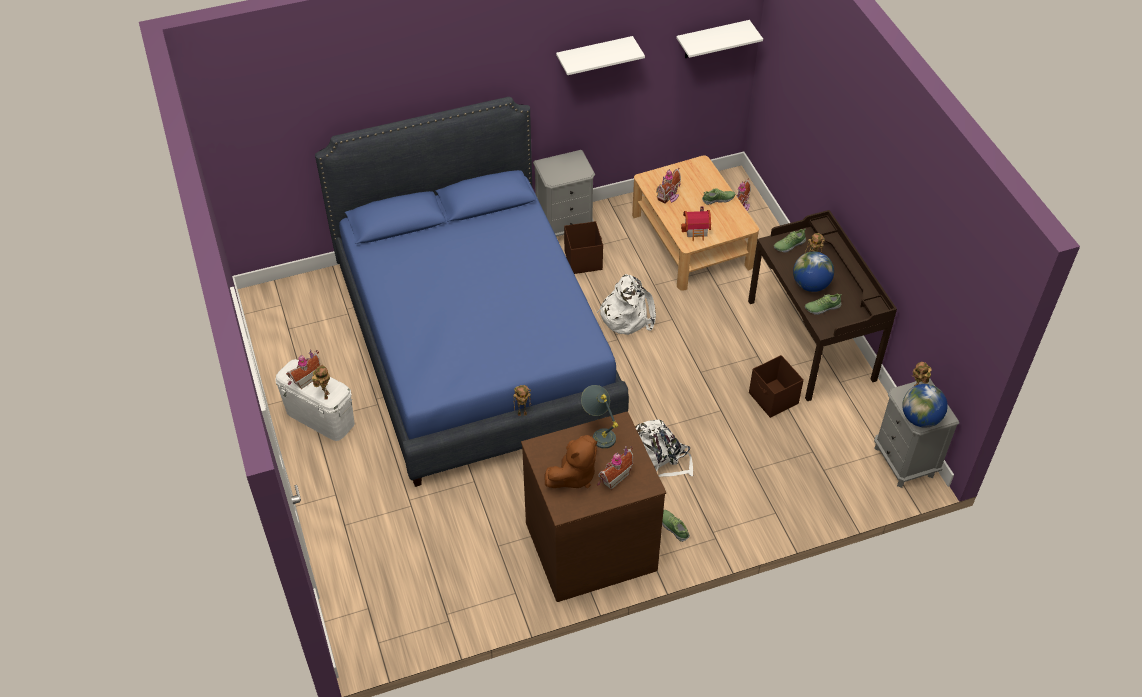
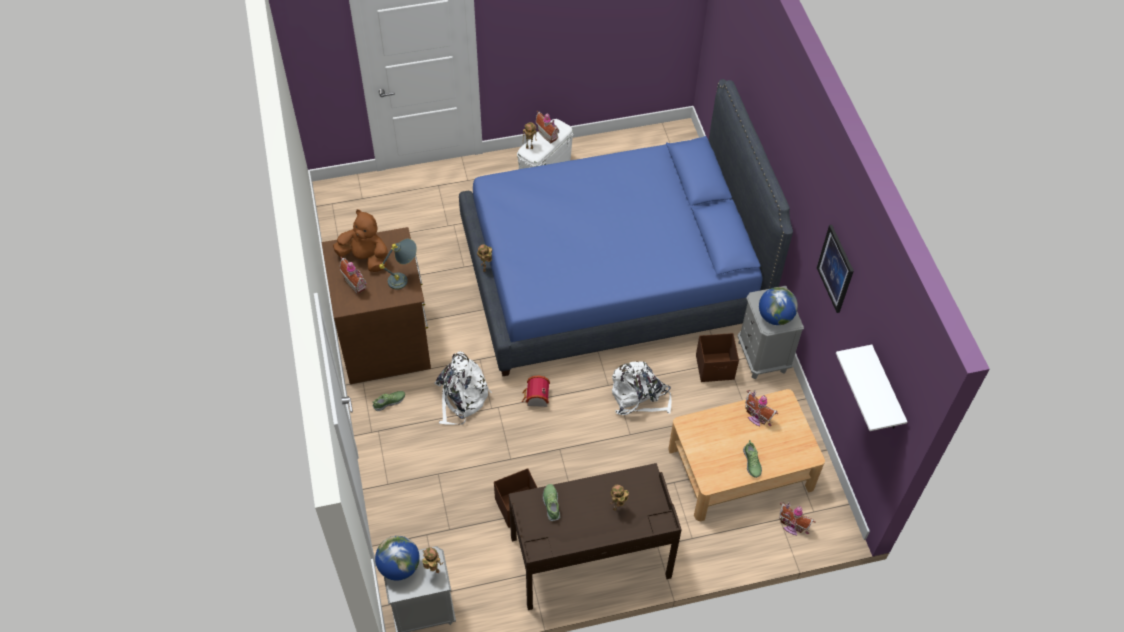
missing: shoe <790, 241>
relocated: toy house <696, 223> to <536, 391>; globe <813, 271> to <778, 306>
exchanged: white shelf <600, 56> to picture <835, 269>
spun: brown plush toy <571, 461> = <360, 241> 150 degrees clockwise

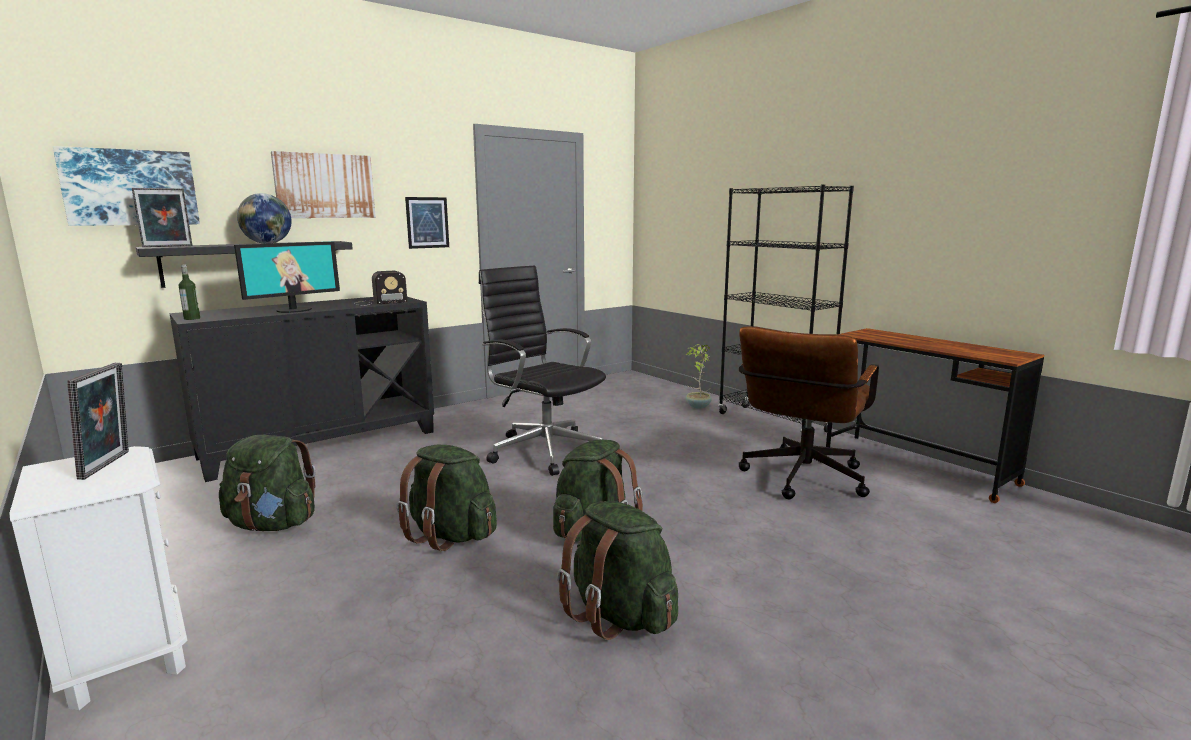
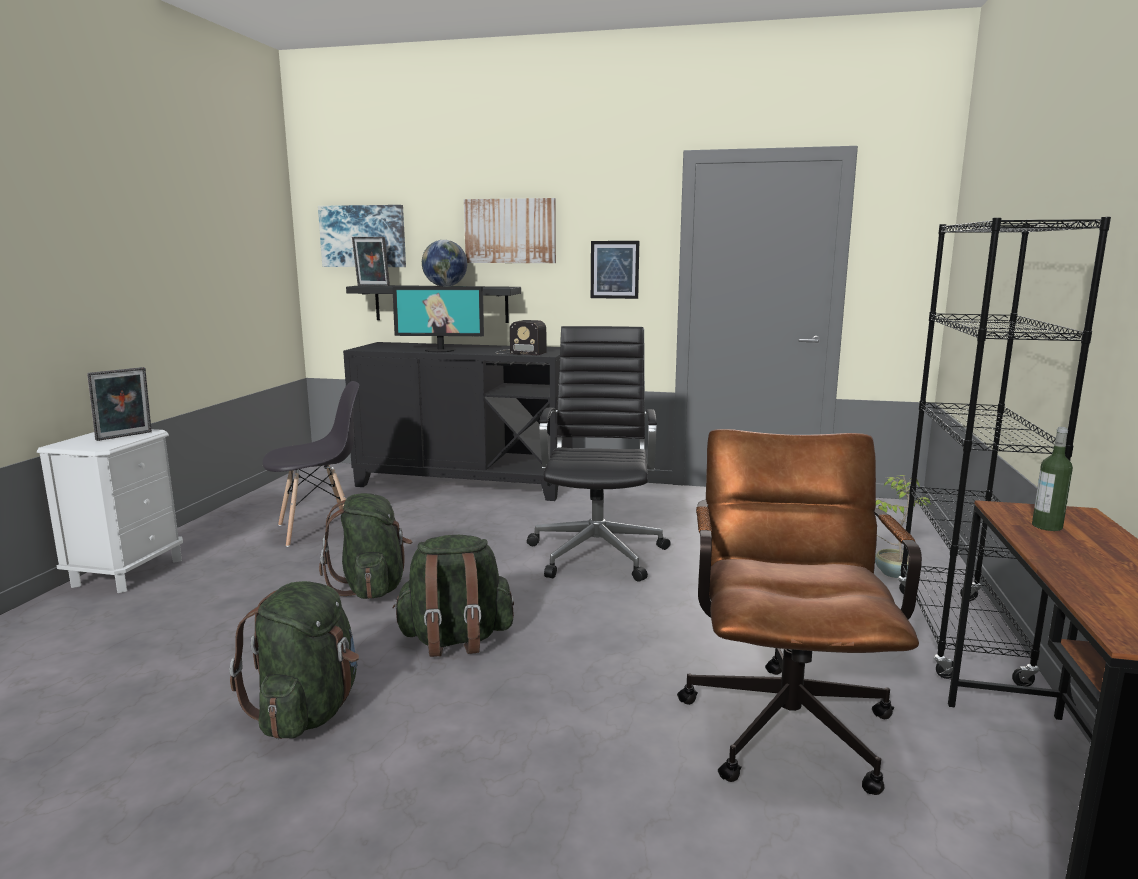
relocated: bottle <189, 292> to <1052, 479>
exchanged: green backpack <267, 483> to grey chair <310, 464>
spun: brown office chair <809, 412> = <799, 612> 105 degrees clockwise

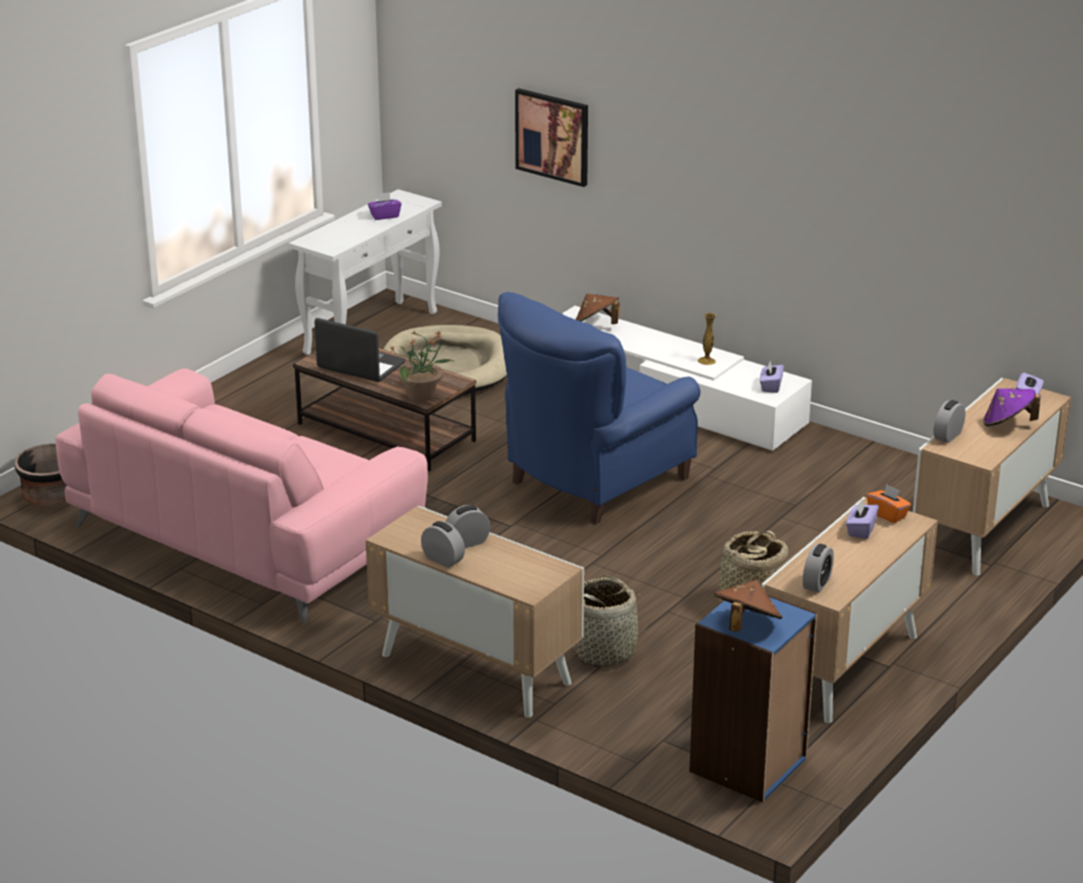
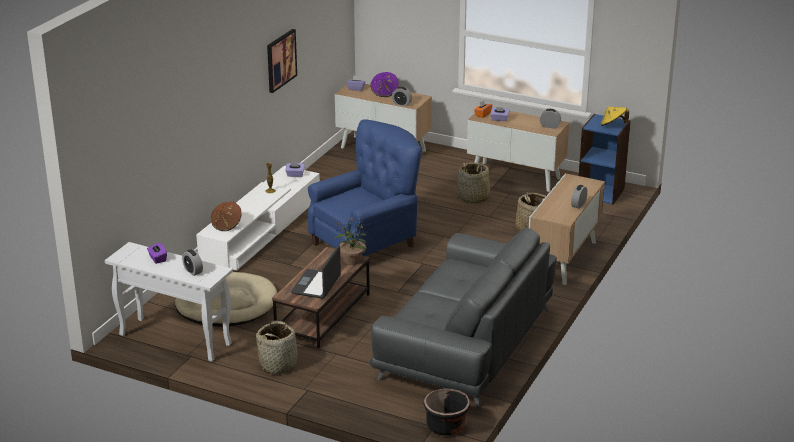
appeared: basket <279, 347>
relocated: alarm clock <467, 526> to <192, 262>; picture <551, 137> to <282, 61>
colour: pink sofa <241, 496> to grey sofa <463, 318>; brown hat <748, 606> to yellow hat <615, 116>
spun: blue armchair <599, 408> = <365, 187> 75 degrees counterclockwise

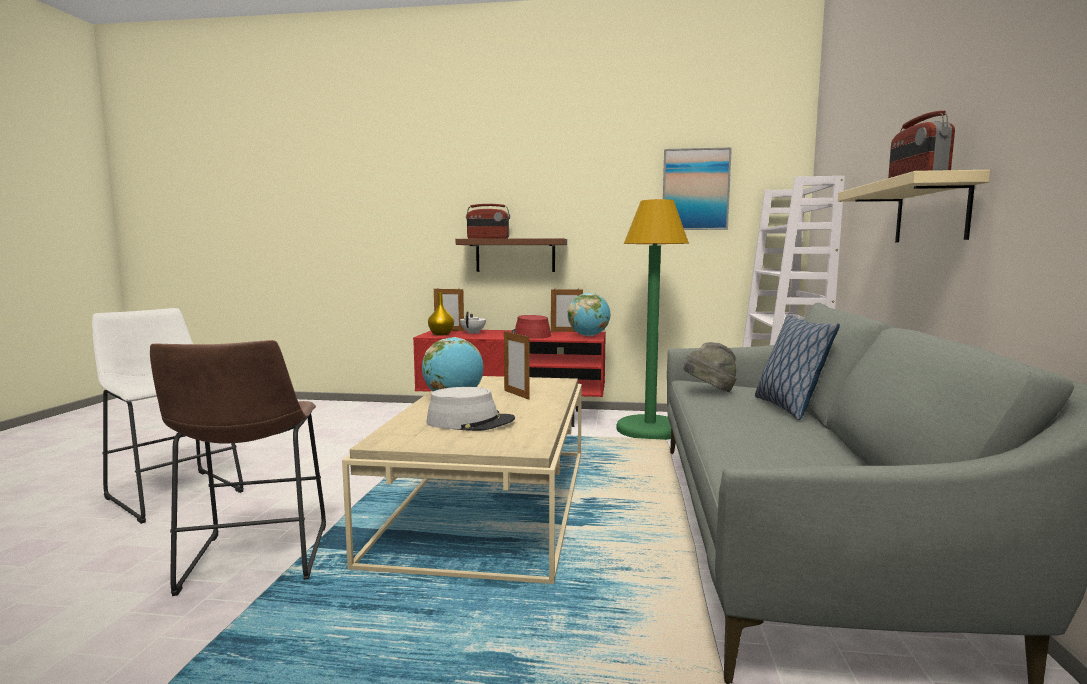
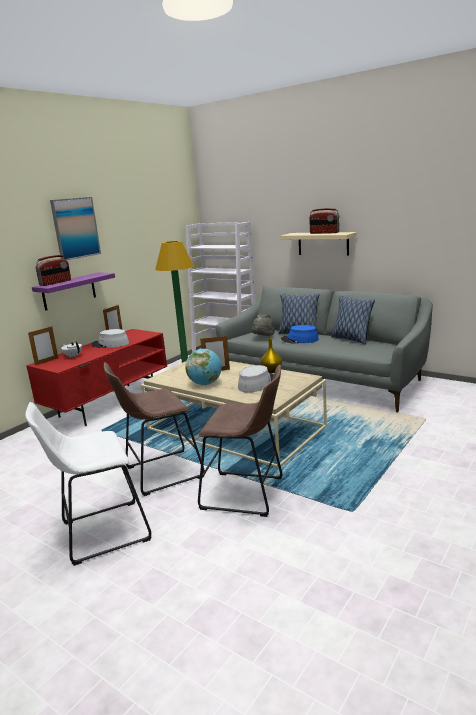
missing: globe <589, 314>
appeared: brown stool <154, 429>; blue hat <300, 334>; pillow <353, 320>
relocated: picture <697, 188> to <75, 228>; yellow vase <441, 314> to <271, 355>
colour: brown shelf <511, 255> to purple shelf <73, 291>; red hat <531, 327> to grey hat <110, 338>

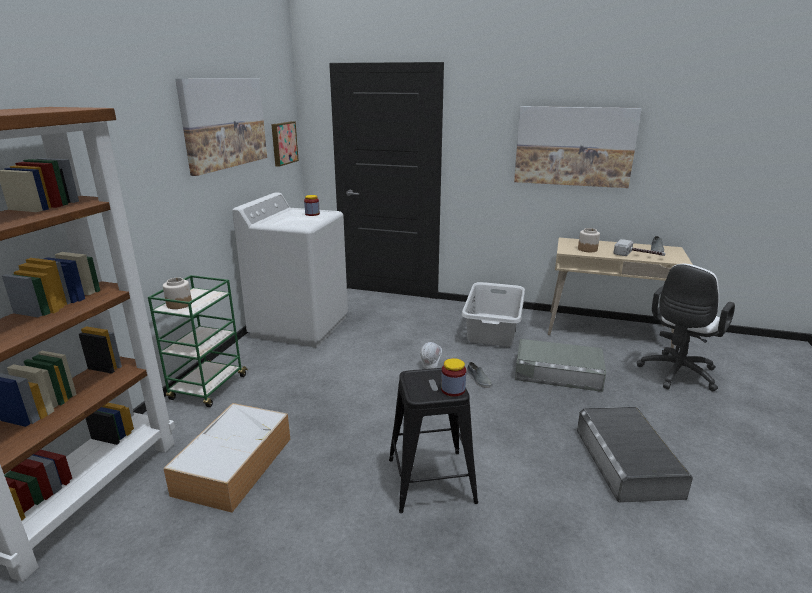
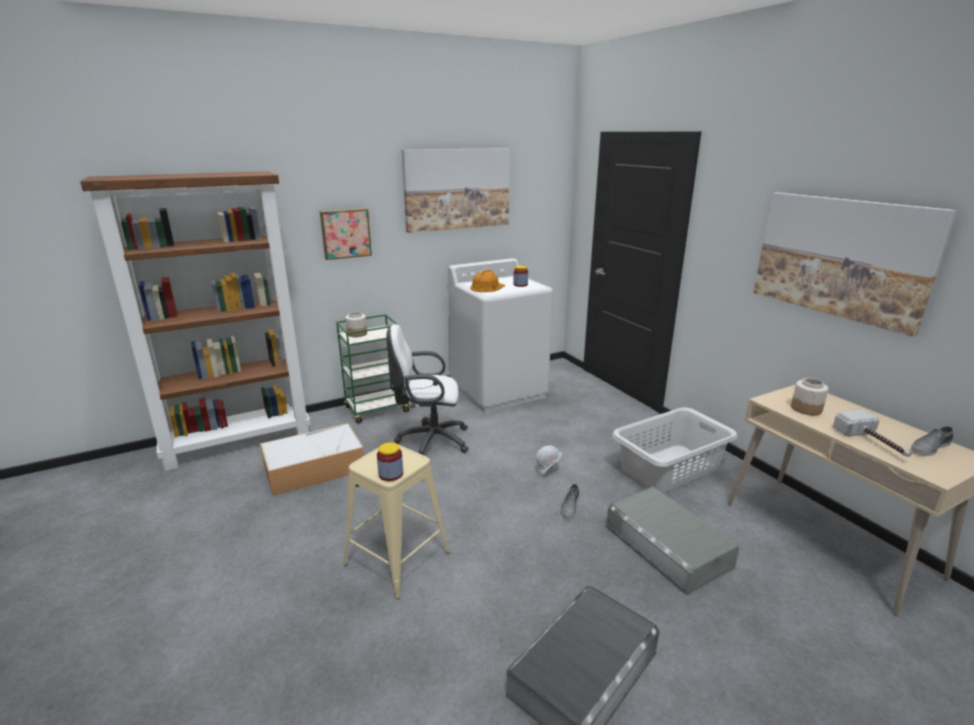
appeared: orange hard hat <488, 281>
relocated: picture <285, 144> to <346, 234>; white office chair <686, 327> to <427, 390>
colour: black stool <433, 440> to beige stool <396, 522>

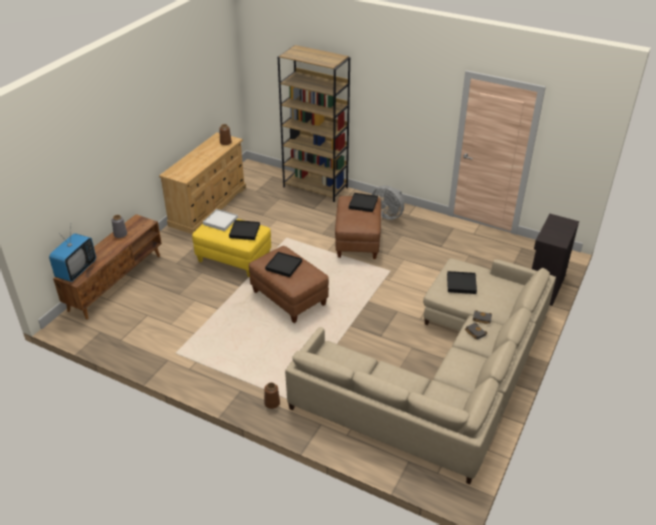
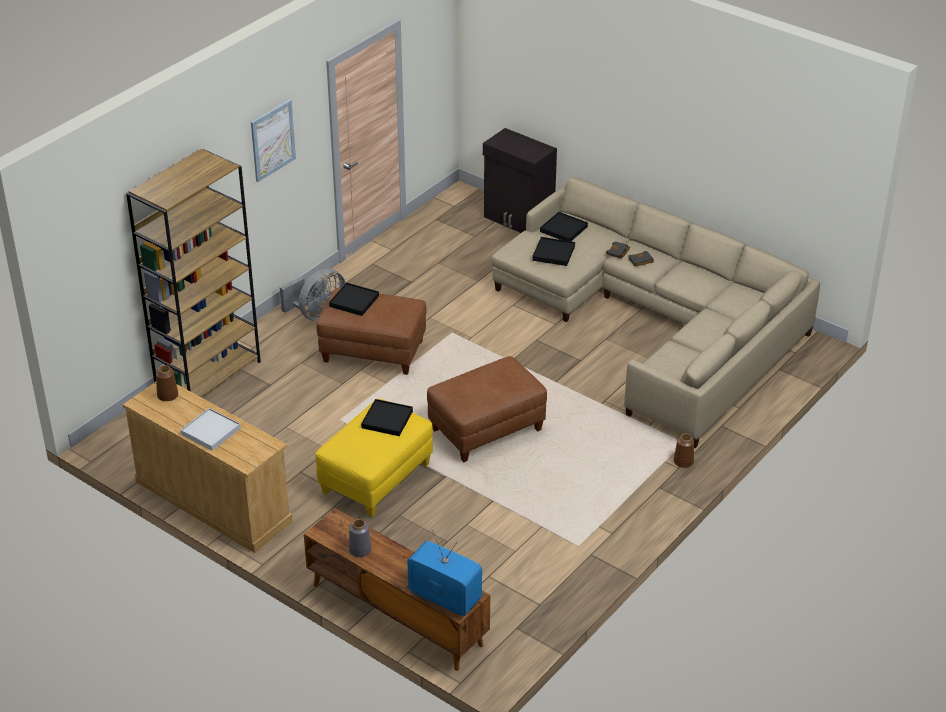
appeared: picture <273, 141>
relocated: white tray <220, 220> to <211, 429>; black tray <283, 264> to <564, 226>

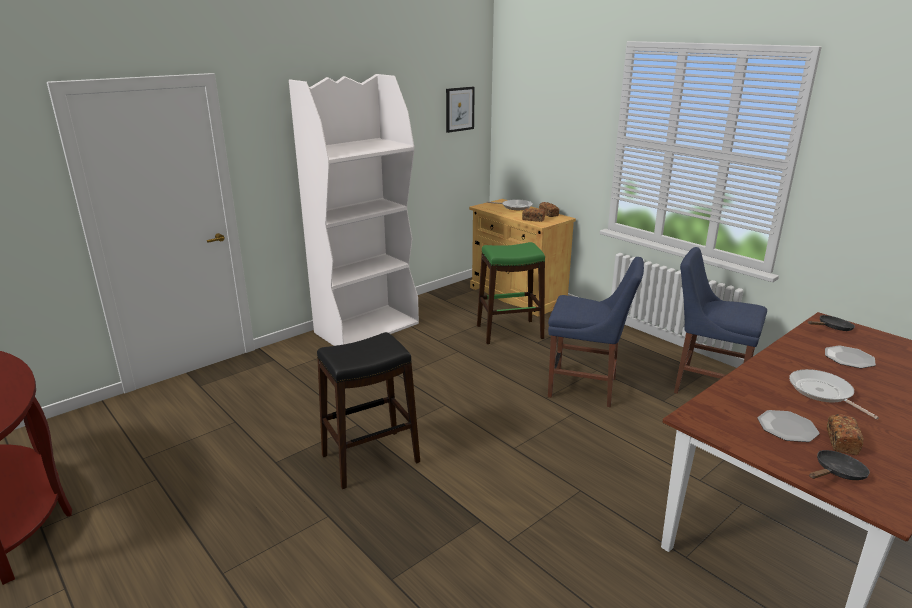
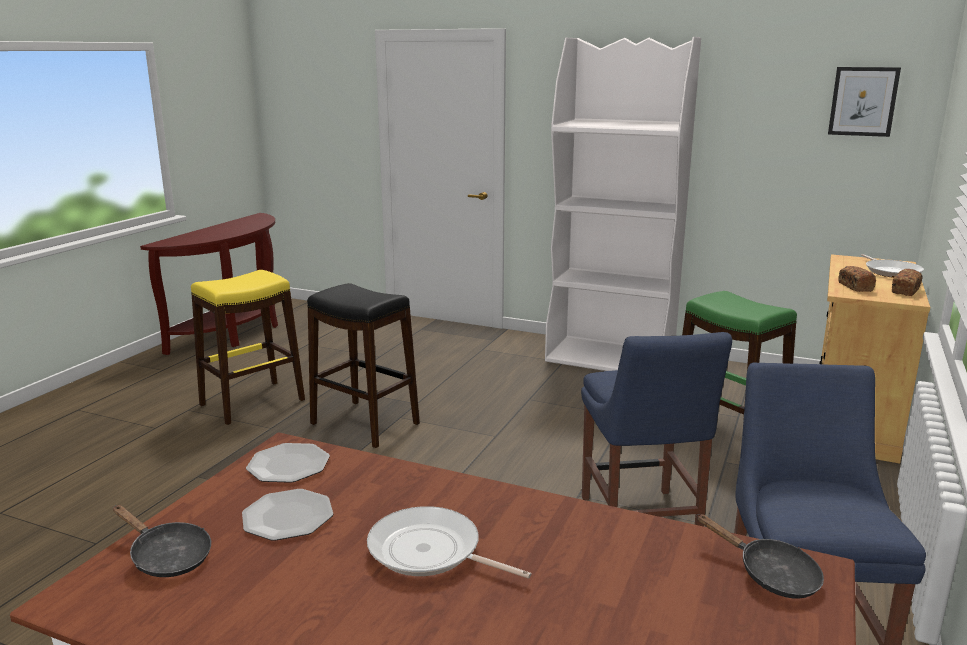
missing: bread <845, 434>
appeared: yellow stool <248, 347>
relocated: plate <850, 357> to <288, 463>
spun: frying pan <834, 394> = <449, 542> 105 degrees counterclockwise

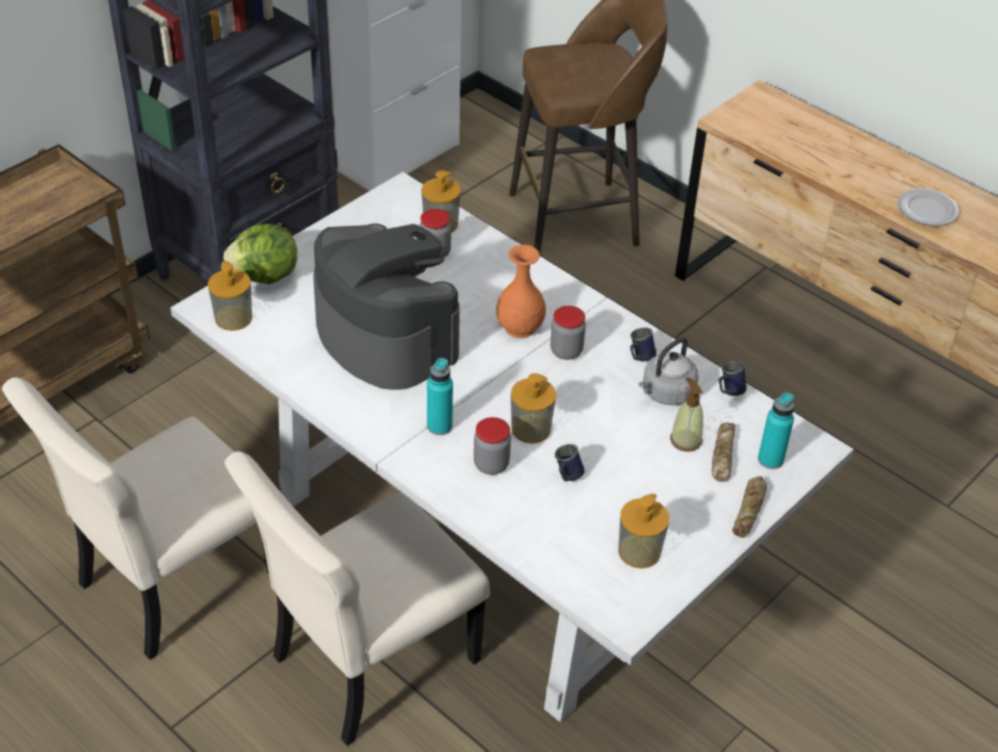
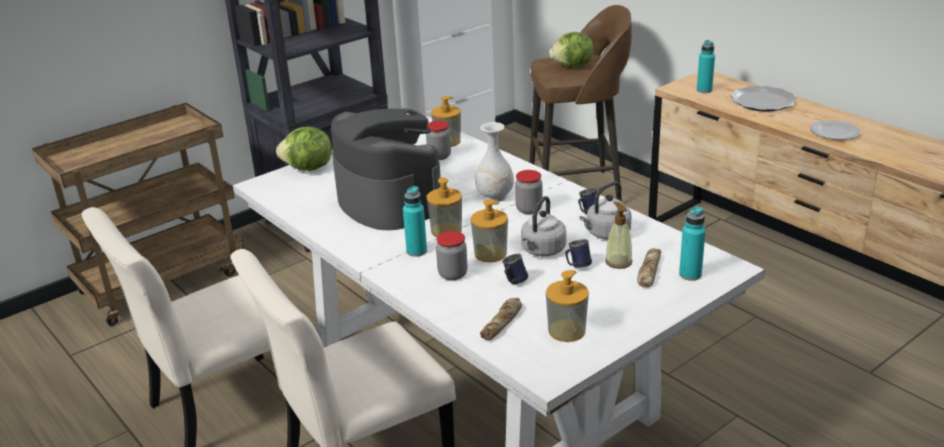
appeared: grey kettle <543, 226>; lettuce <571, 50>; turquoise bottle <706, 66>; plate <763, 99>
relocated: soap dispenser <230, 296> to <444, 207>; bread <749, 507> to <501, 319>; blue mug <733, 378> to <578, 253>
colour: orange vase <521, 291> to white vase <494, 162>

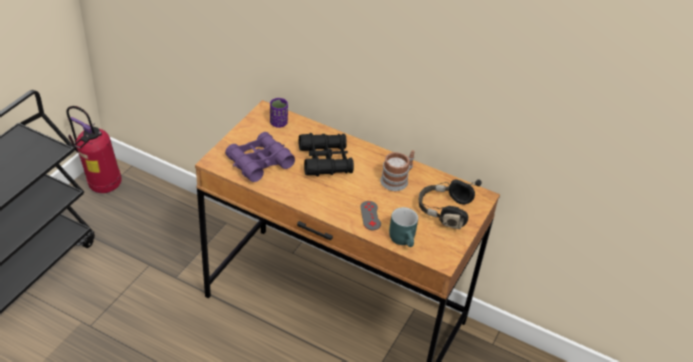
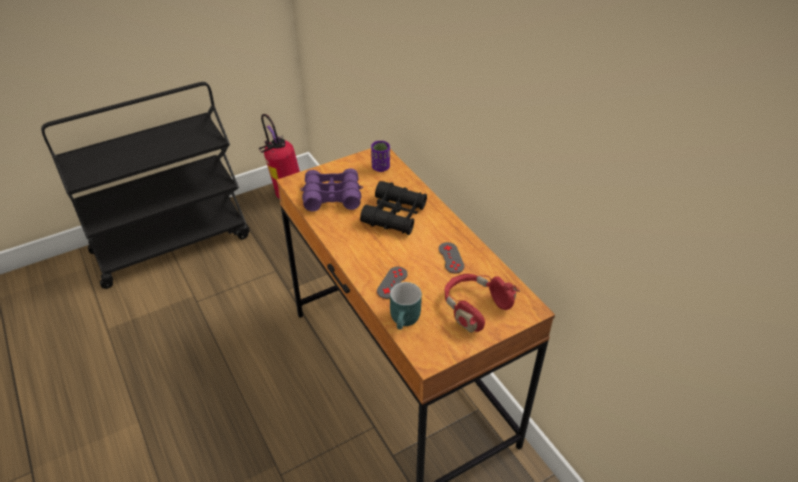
exchanged: mug <397, 170> to grey game controller <452, 258>
colour: black headphones <450, 204> to red headphones <482, 303>

